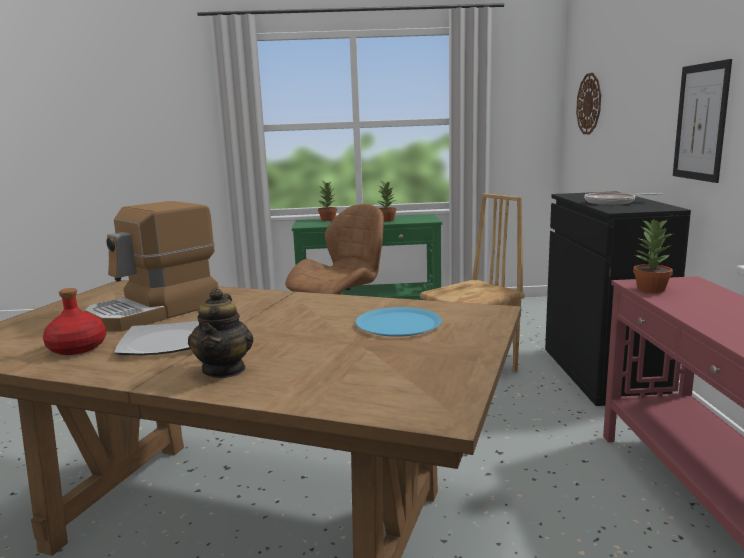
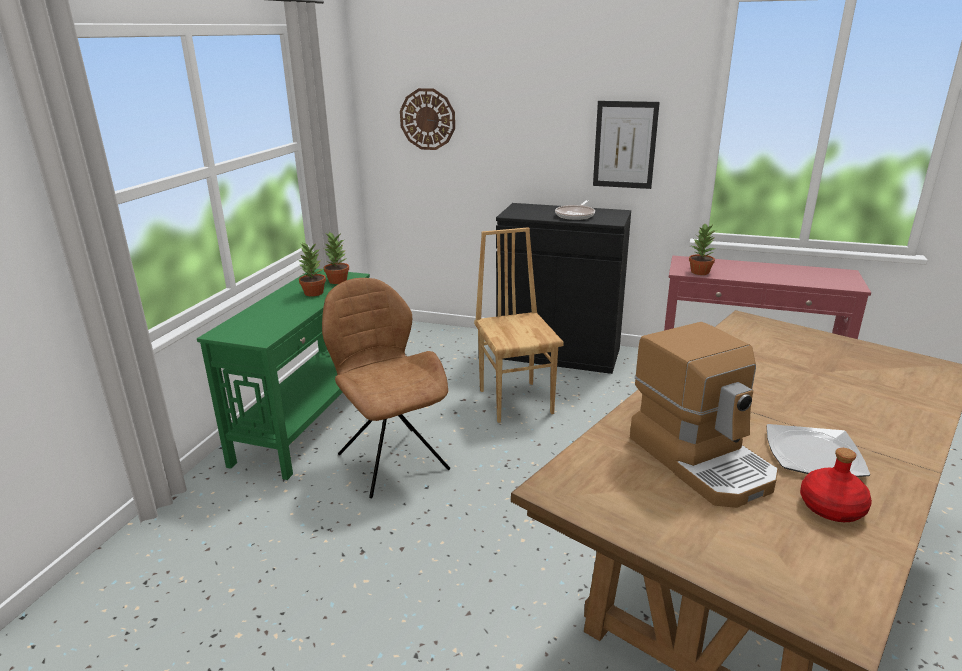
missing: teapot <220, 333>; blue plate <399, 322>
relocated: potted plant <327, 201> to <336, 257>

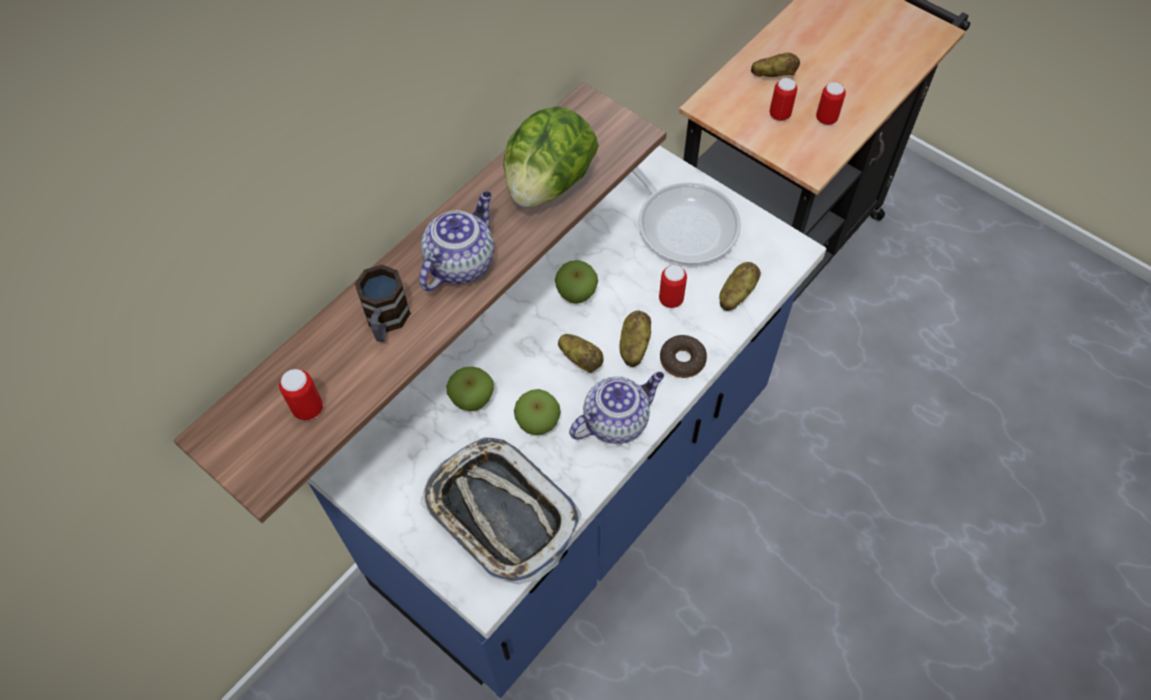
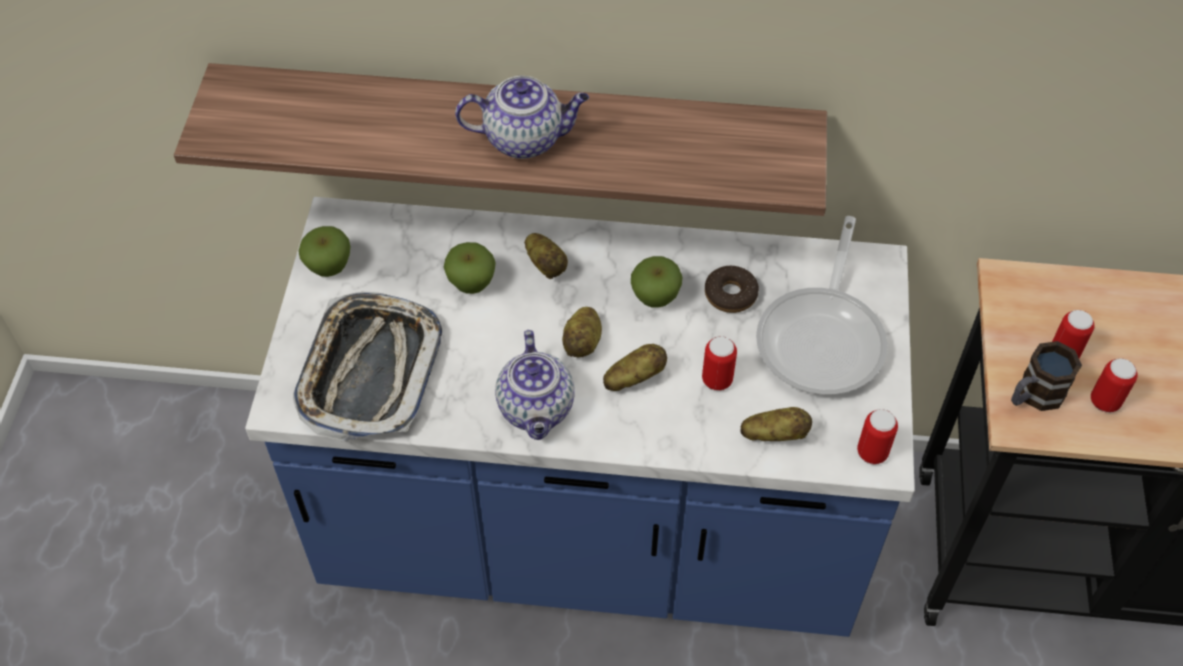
missing: lettuce <551, 156>
relocated: apple <537, 412> to <324, 251>; potato <775, 65> to <546, 256>; donut <683, 356> to <732, 289>; can <301, 395> to <877, 437>; mug <383, 303> to <1046, 376>
spun: teapot <616, 408> = <535, 385> 60 degrees clockwise

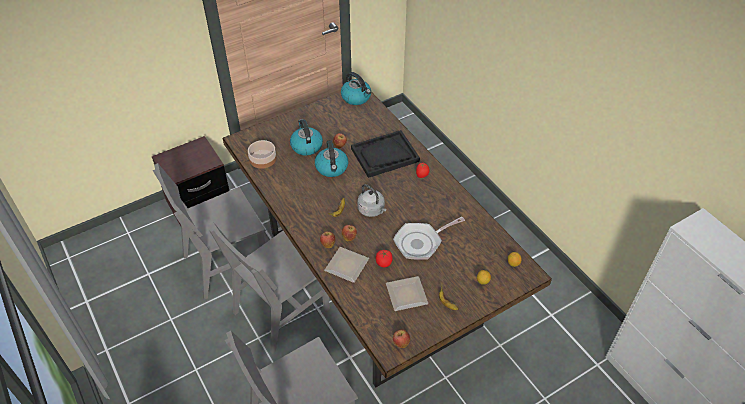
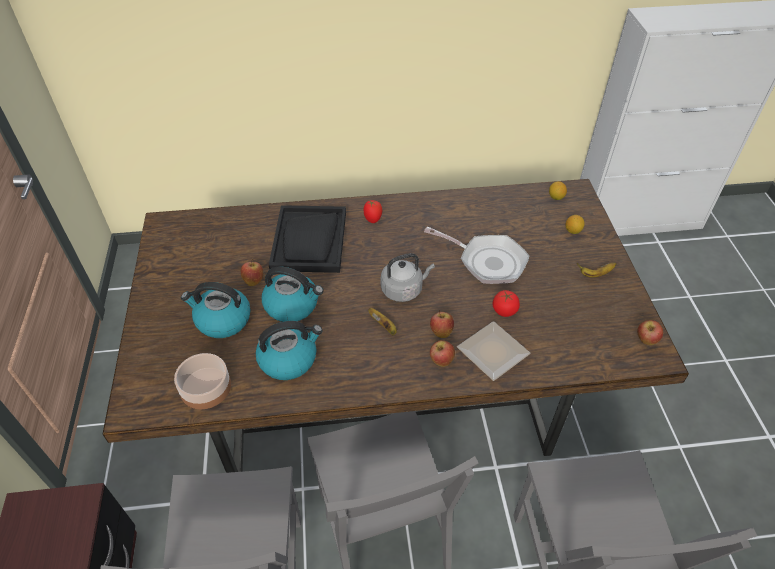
missing: plate <407, 293>
relocated: kettle <356, 88> to <289, 350>
spun: frying pan <429, 238> = <477, 255> 60 degrees counterclockwise

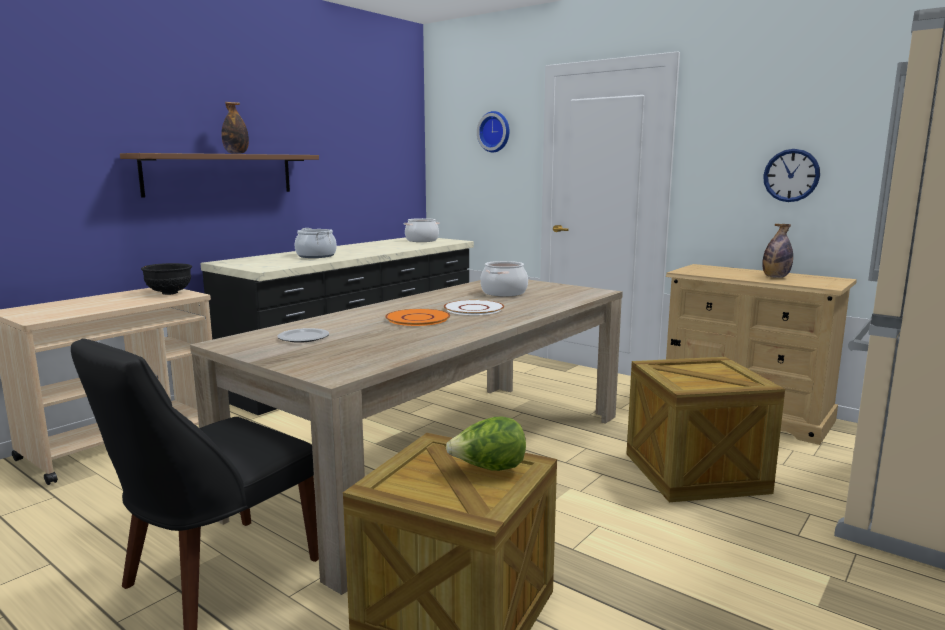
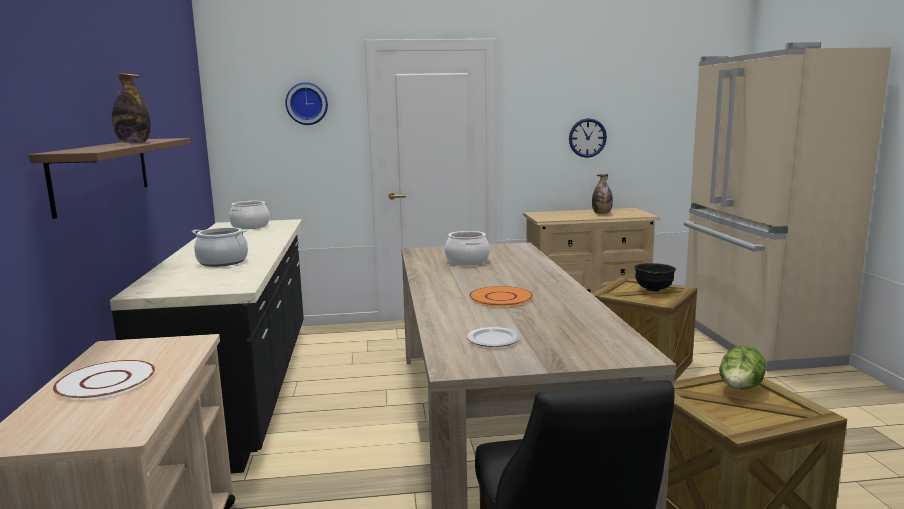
relocated: white plate <474, 307> to <104, 380>; black bowl <166, 279> to <655, 277>

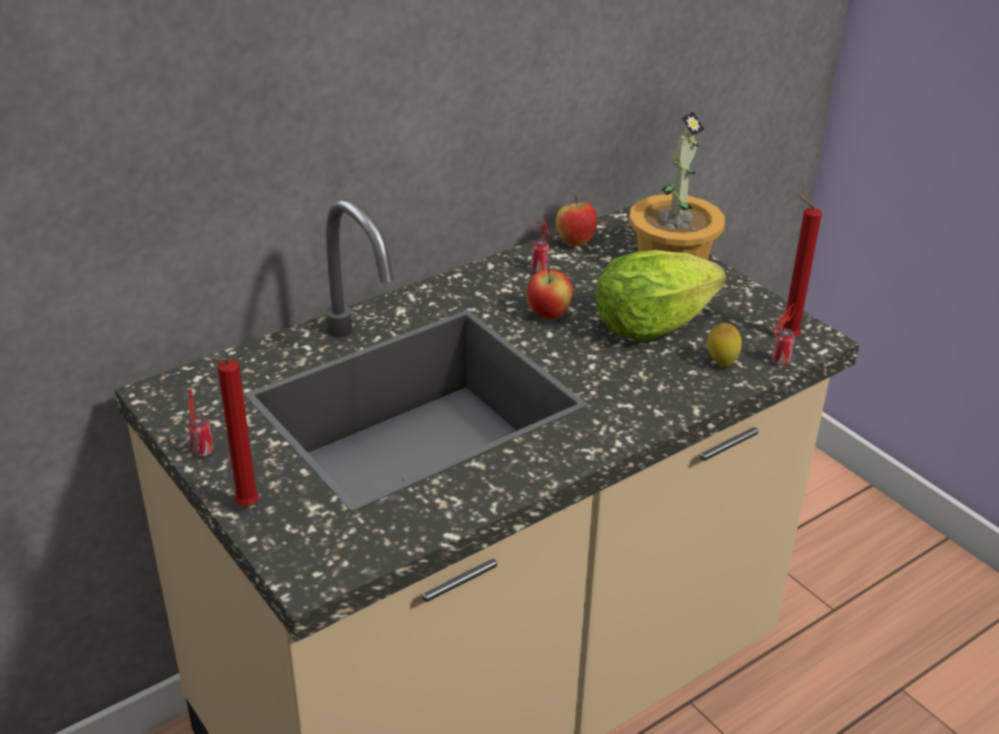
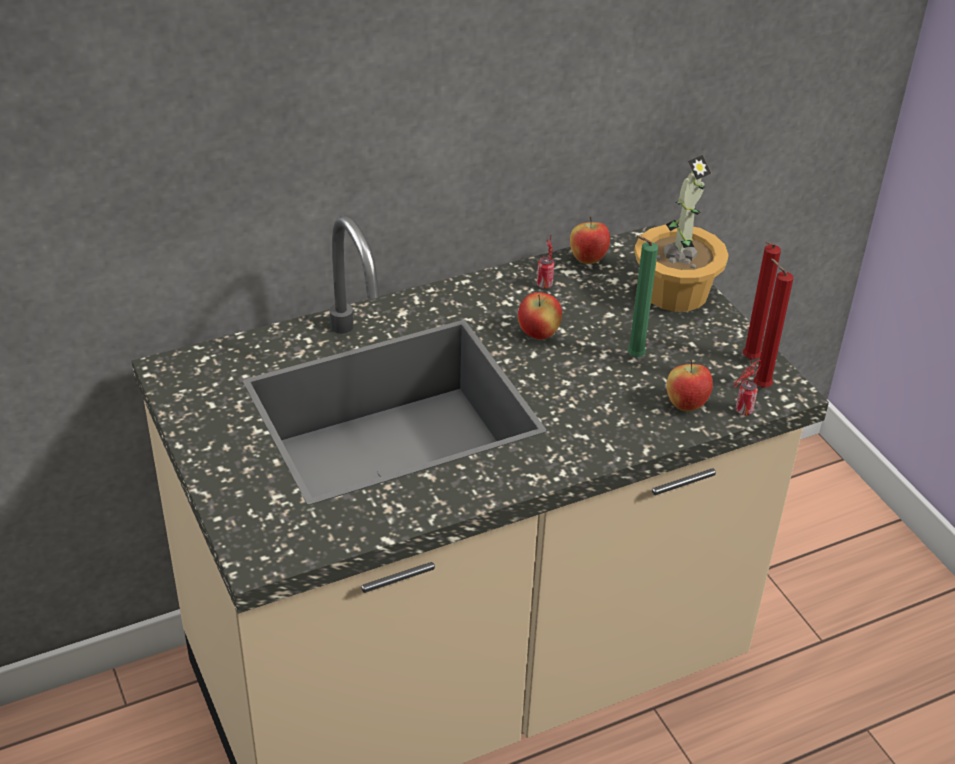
missing: can <201, 423>
relocated: red candle <234, 431> to <762, 300>
exchanged: lettuce <661, 295> to green candle <642, 296>; lemon <724, 345> to apple <689, 385>

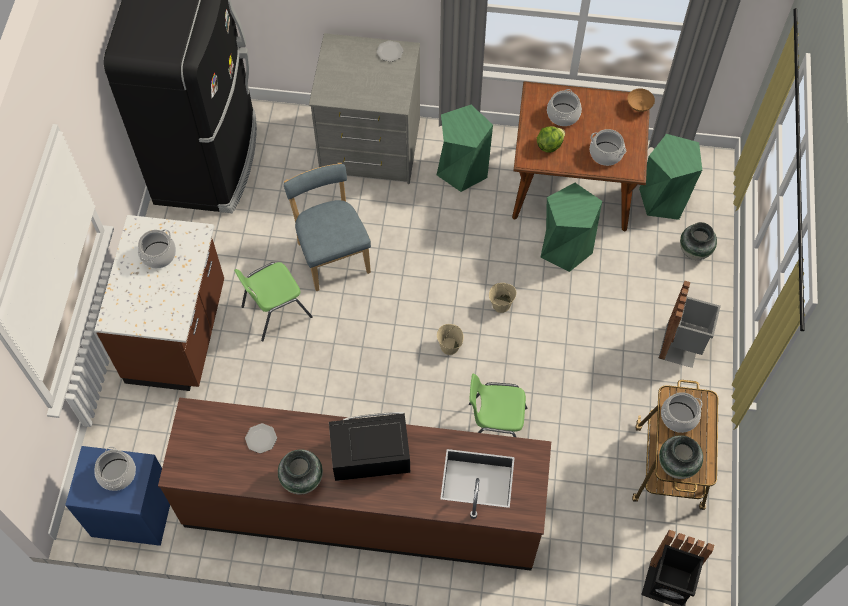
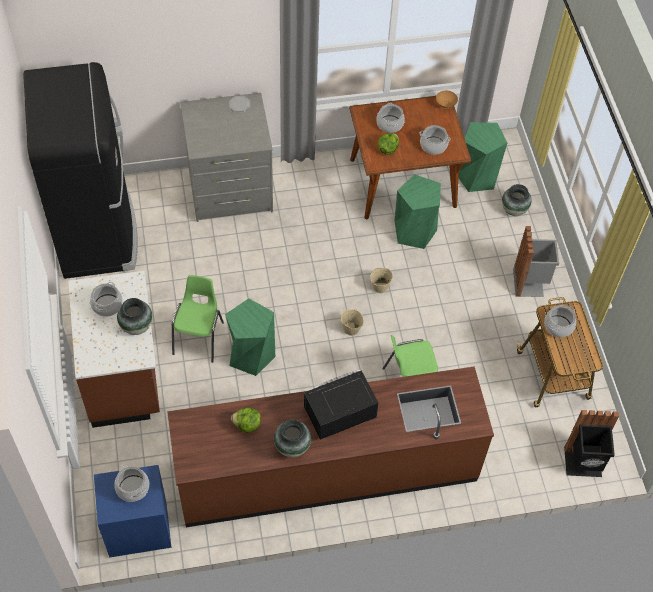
missing: blue chair <327, 227>
relocated: vase <681, 457> to <135, 316>; green stool <465, 148> to <250, 337>
exchanged: plate <261, 438> to lettuce <246, 420>
spun: green chair <273, 301> = <198, 319> 150 degrees clockwise

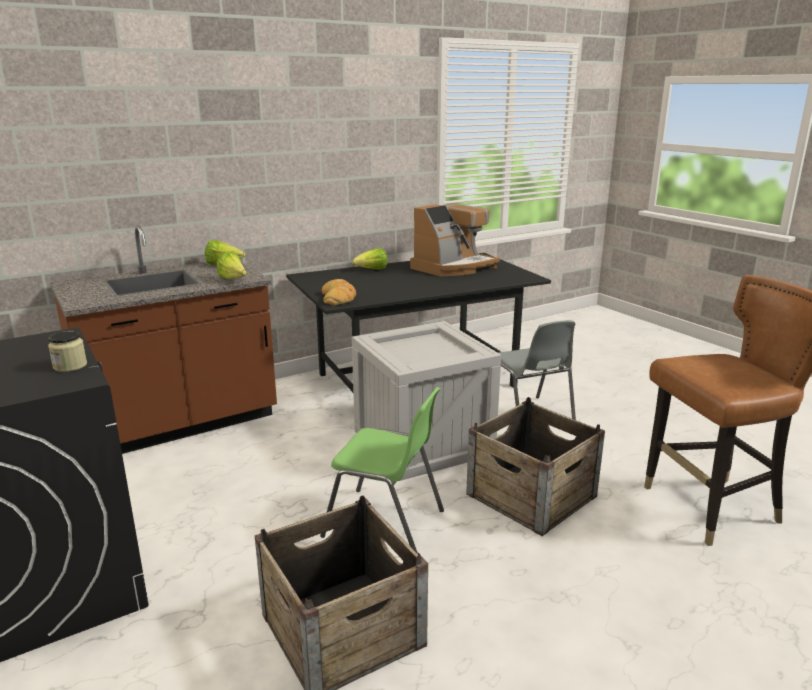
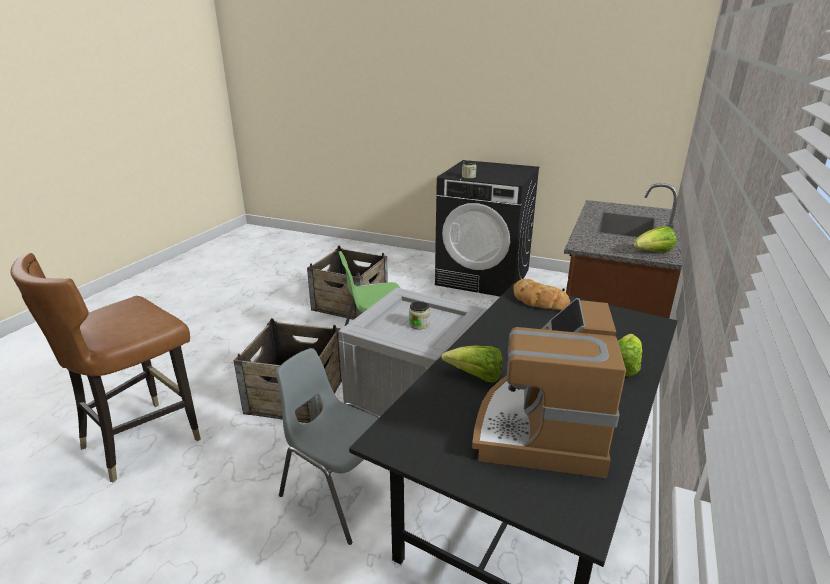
appeared: jar <419, 315>
relocated: lettuce <232, 265> to <471, 364>

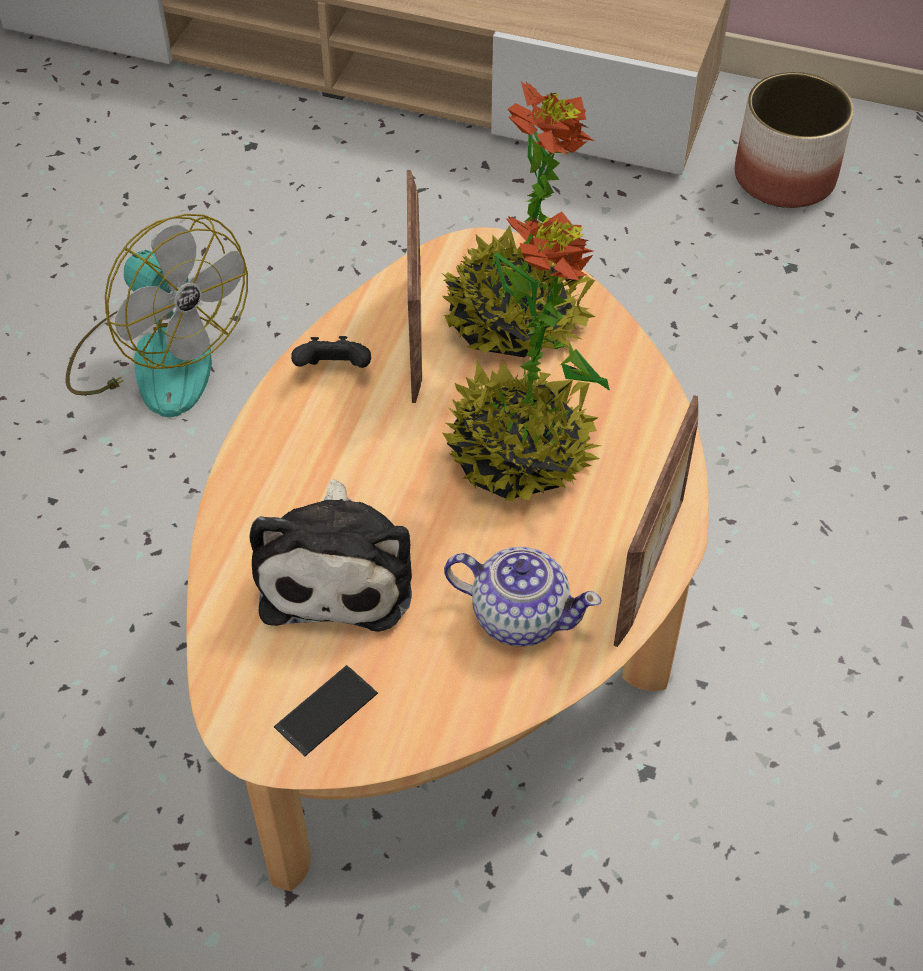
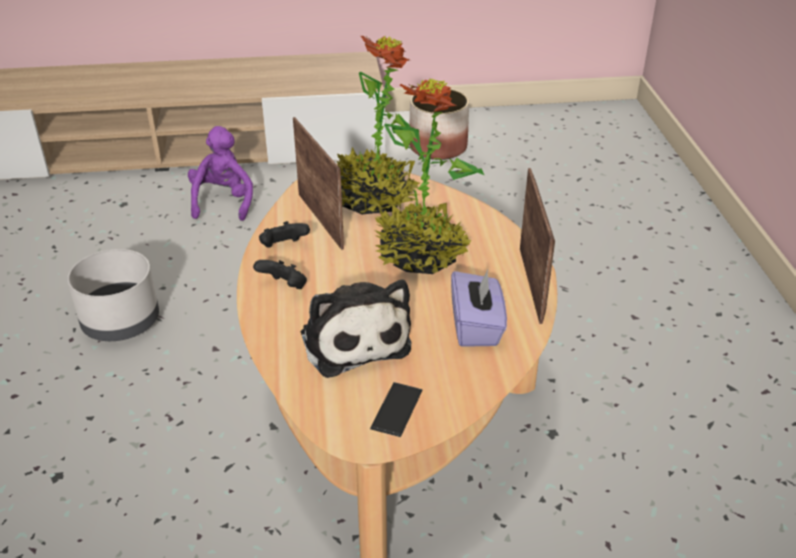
appeared: purple plush toy <220, 173>; black game controller <280, 274>
exchanged: fan <157, 315> to grey planter <113, 295>; teapot <522, 597> to purple tissue box <479, 308>

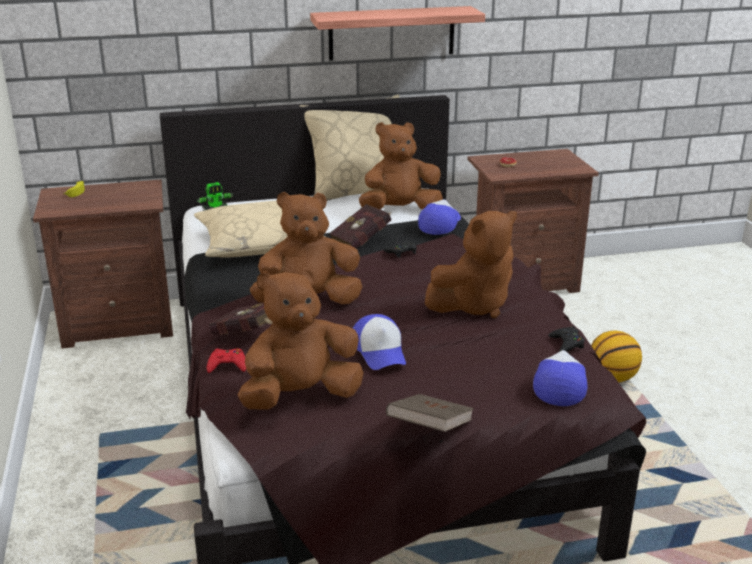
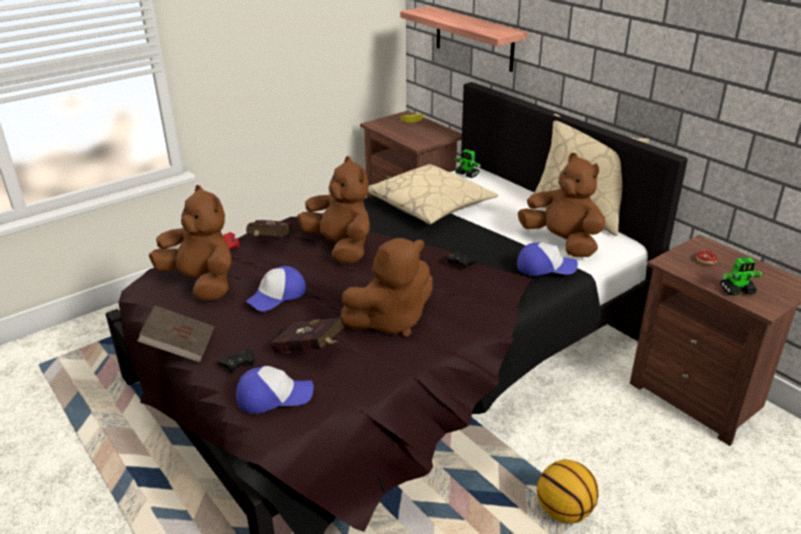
appeared: toy robot <742, 276>
relocated: black game controller <566, 339> to <235, 361>; red book <360, 226> to <307, 335>; shelf <397, 33> to <464, 39>
spun: brown plush toy <471, 264> = <386, 287> 60 degrees counterclockwise

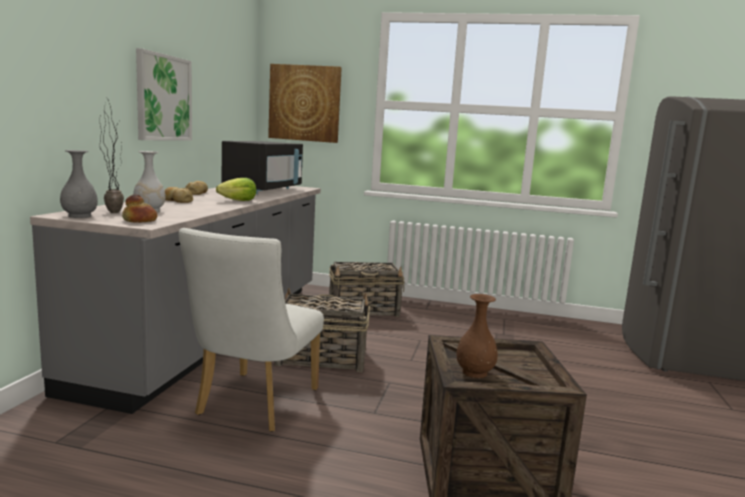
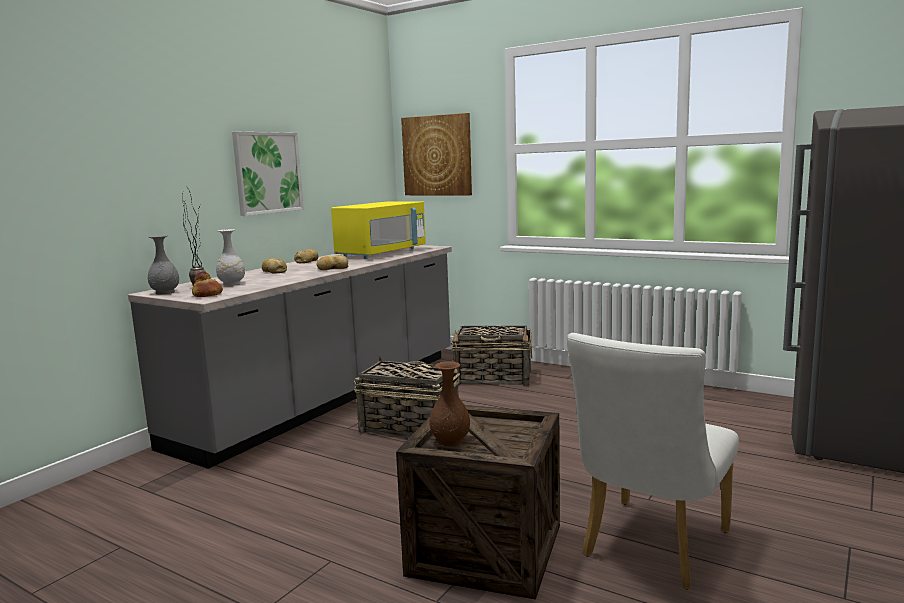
relocated: white chair <251, 330> to <653, 461>
exchanged: lettuce <236, 189> to bread <332, 262>
colour: black microwave <262, 167> to yellow microwave <378, 230>

